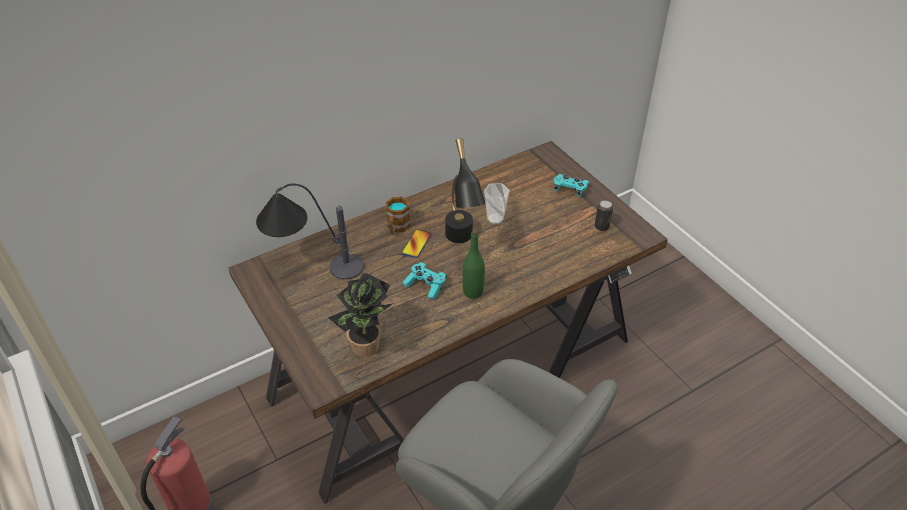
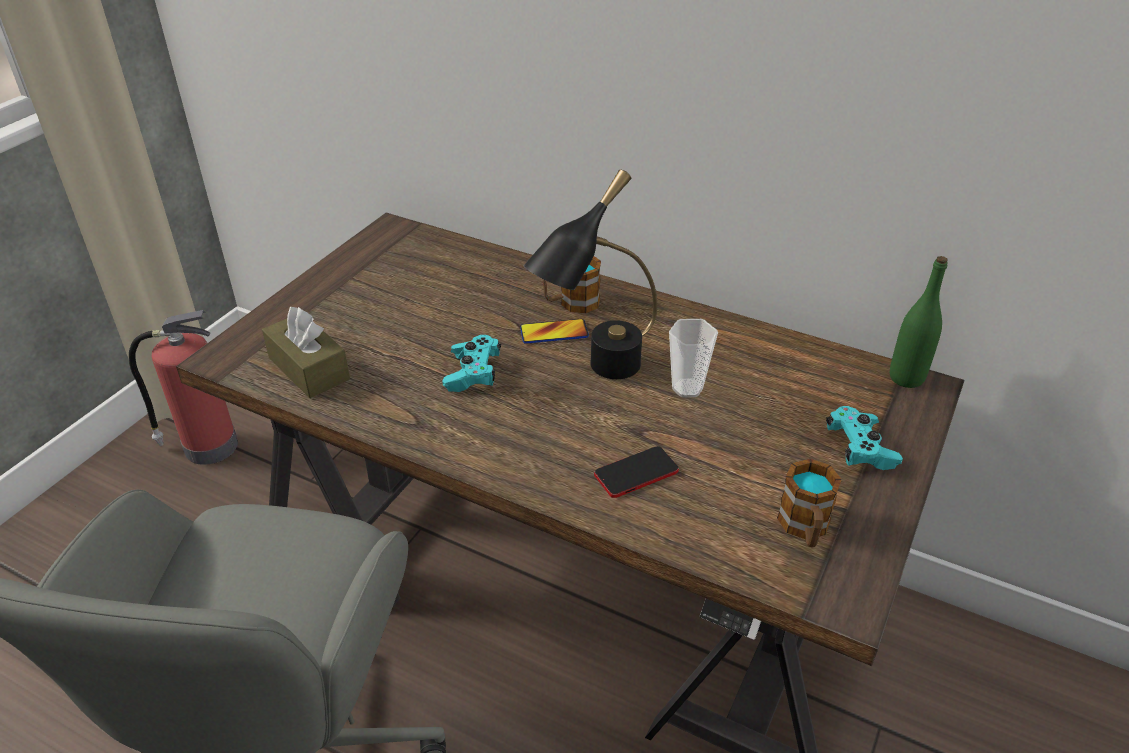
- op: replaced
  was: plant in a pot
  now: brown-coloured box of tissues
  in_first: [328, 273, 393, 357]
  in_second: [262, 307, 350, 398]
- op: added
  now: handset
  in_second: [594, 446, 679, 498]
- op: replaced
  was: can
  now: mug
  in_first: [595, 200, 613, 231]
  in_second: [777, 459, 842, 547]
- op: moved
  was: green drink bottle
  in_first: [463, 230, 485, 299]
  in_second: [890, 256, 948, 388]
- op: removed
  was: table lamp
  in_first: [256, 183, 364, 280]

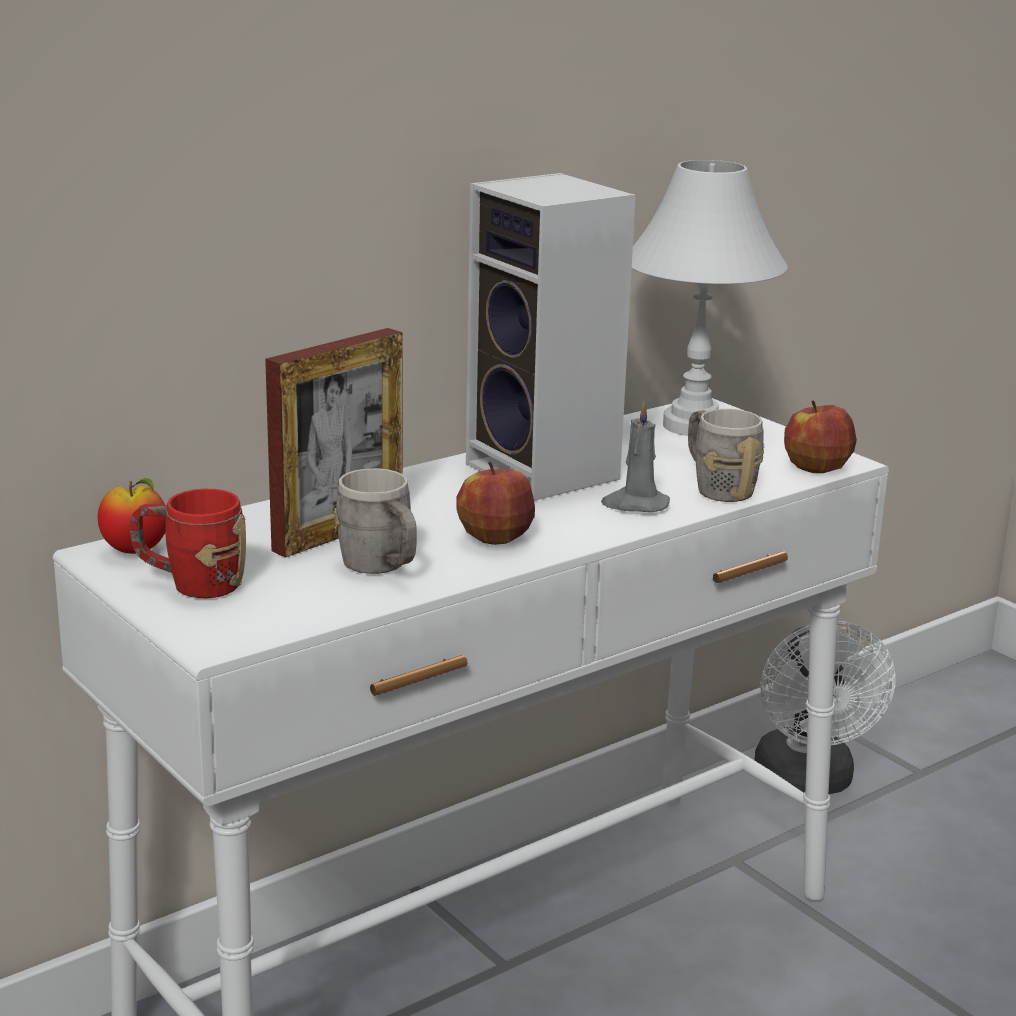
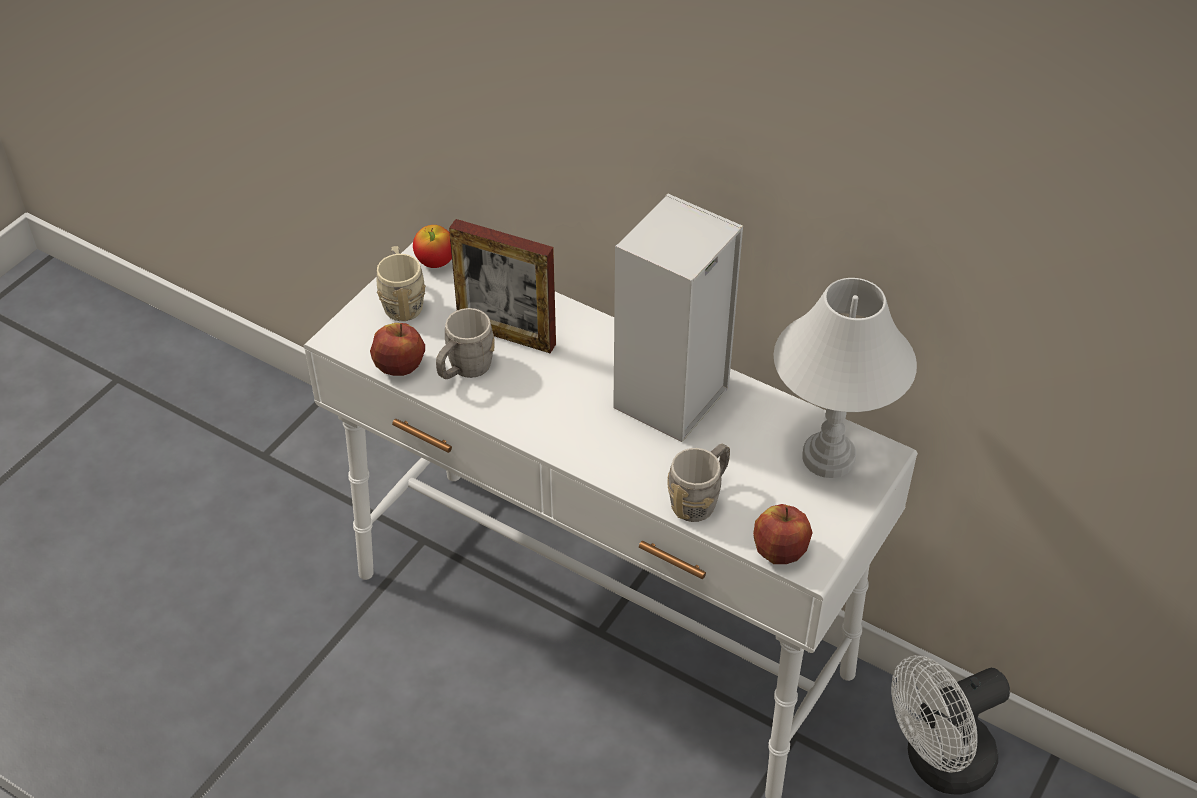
- op: moved
  was: whole apple
  in_first: [456, 462, 535, 545]
  in_second: [370, 323, 425, 376]
- op: recoloured
  was: reddish mug
  now: sand-coloured mug
  in_first: [130, 489, 246, 598]
  in_second: [376, 246, 426, 321]
- op: removed
  was: grey candle
  in_first: [601, 400, 670, 512]

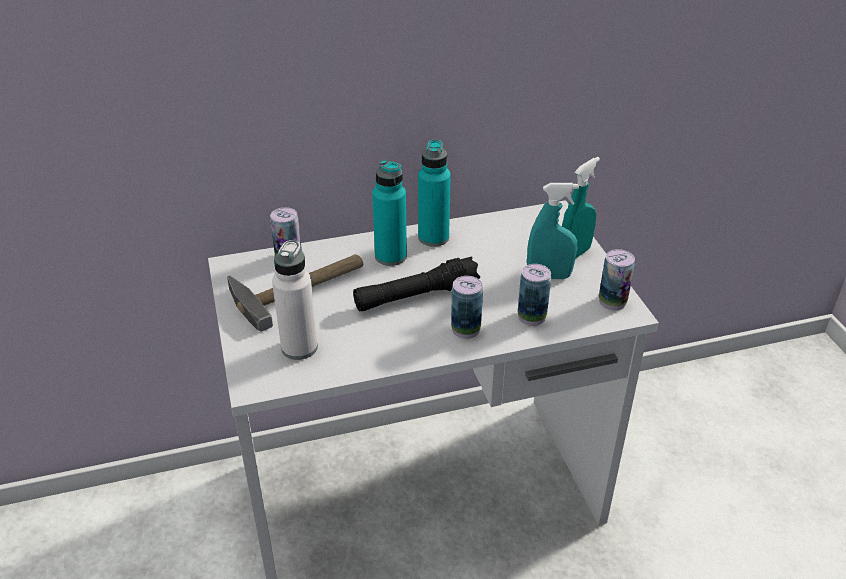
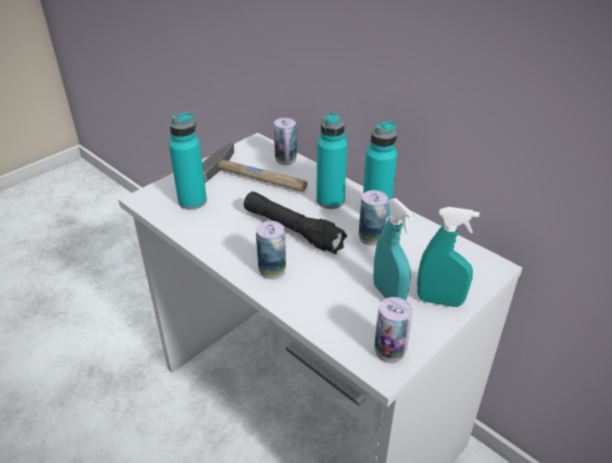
- op: recoloured
  was: whitish drink bottle
  now: blue-green drink bottle
  in_first: [272, 240, 318, 360]
  in_second: [169, 112, 207, 210]
- op: moved
  was: can
  in_first: [518, 264, 551, 326]
  in_second: [359, 190, 388, 246]

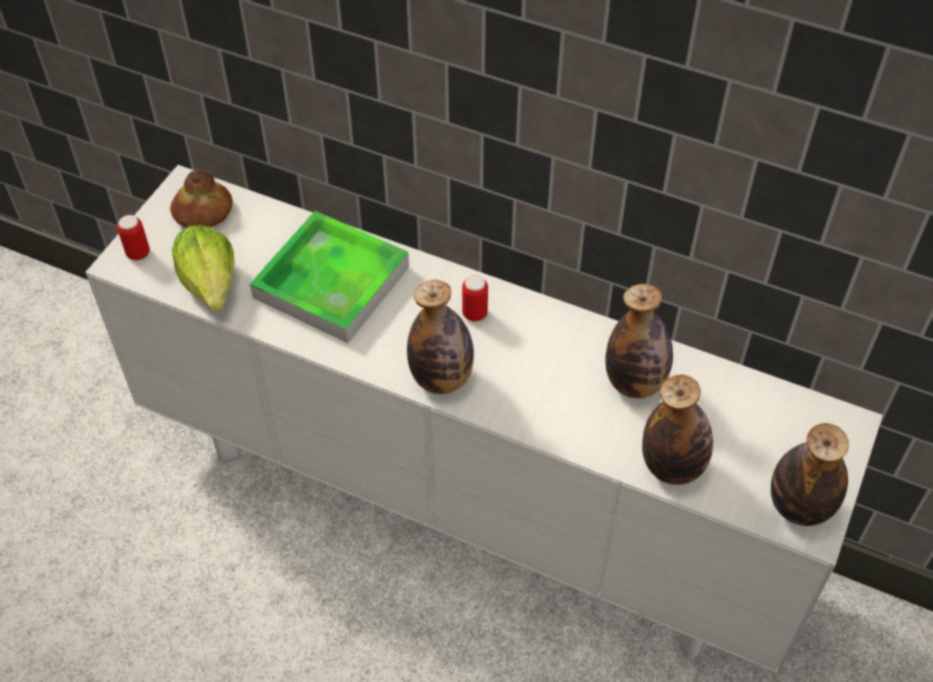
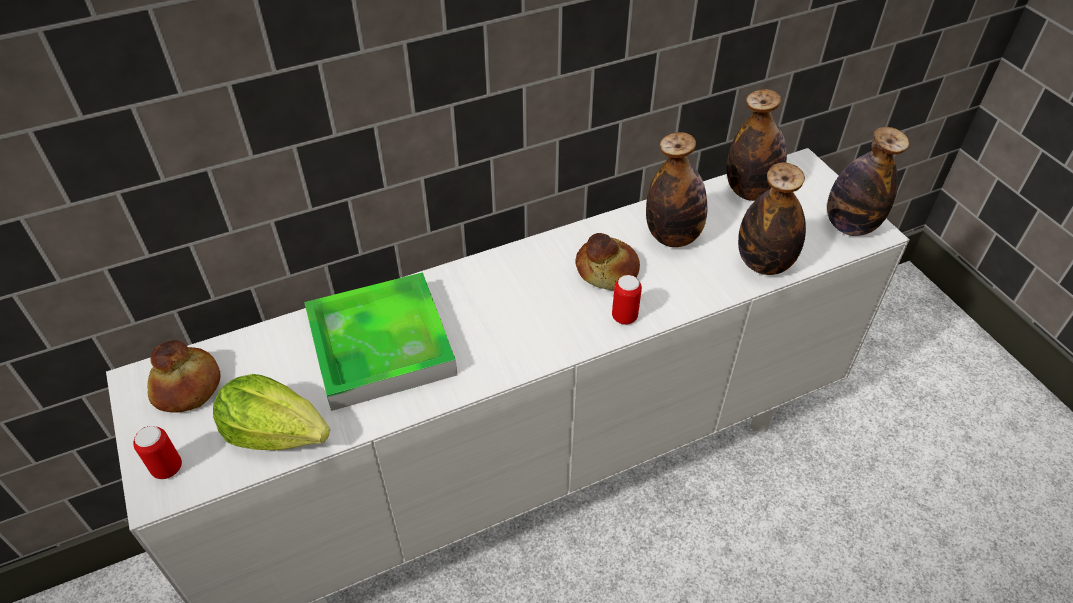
- op: added
  now: bread
  in_second: [575, 233, 640, 291]
- op: moved
  was: can
  in_first: [462, 275, 488, 322]
  in_second: [612, 275, 642, 325]
- op: moved
  was: drink bottle
  in_first: [407, 280, 474, 394]
  in_second: [727, 89, 787, 201]

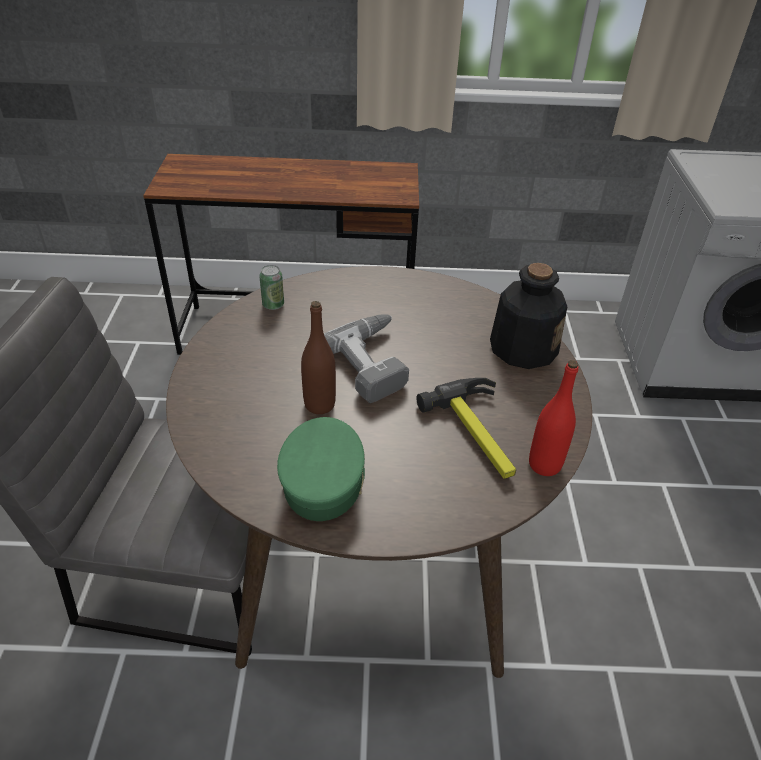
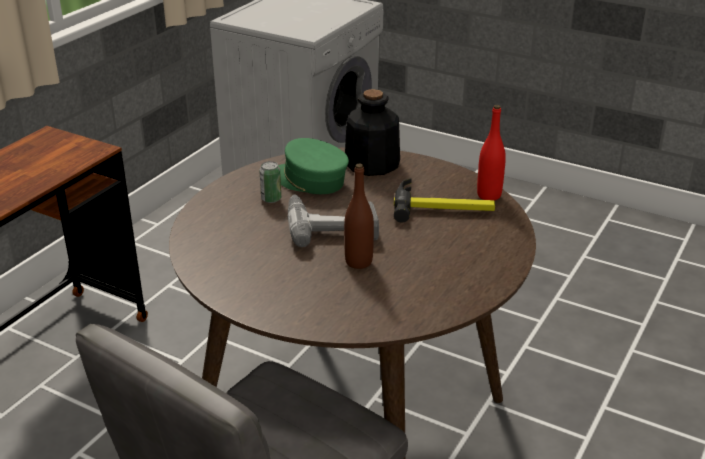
- op: moved
  was: can
  in_first: [259, 265, 284, 310]
  in_second: [259, 161, 281, 203]
- op: moved
  was: green peaked cap
  in_first: [277, 417, 365, 521]
  in_second: [278, 138, 349, 194]

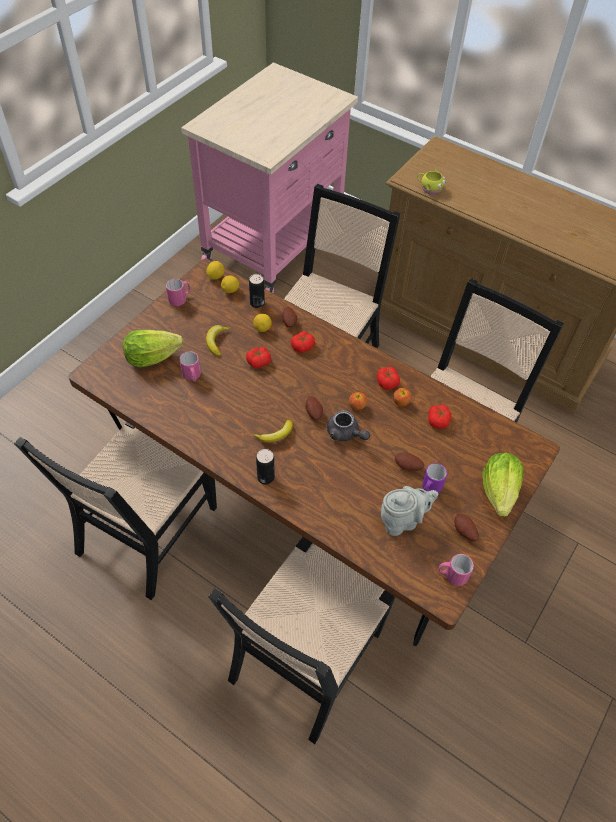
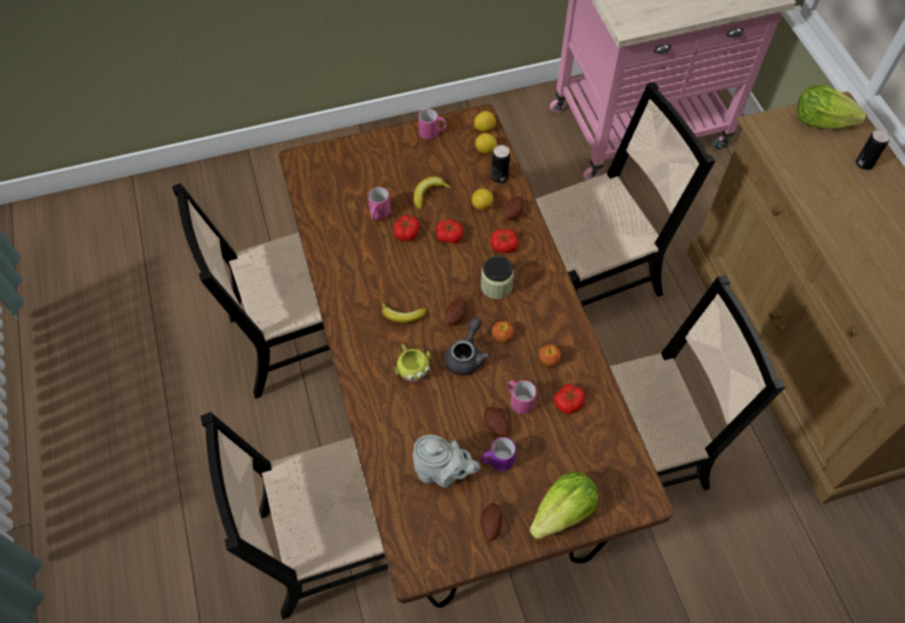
- op: moved
  was: whole tomato
  in_first: [377, 367, 400, 390]
  in_second: [393, 215, 420, 241]
- op: moved
  was: yellow-coloured mug
  in_first: [417, 169, 446, 194]
  in_second: [394, 344, 431, 382]
- op: turned
  was: grey pot for tea
  in_first: [327, 410, 370, 441]
  in_second: [444, 318, 491, 376]
  clockwise: -150
- op: added
  now: storage jar
  in_second: [481, 256, 514, 299]
- op: moved
  was: pink mug
  in_first: [439, 554, 474, 586]
  in_second: [507, 380, 537, 414]
- op: moved
  was: lettuce
  in_first: [123, 330, 183, 368]
  in_second: [797, 84, 867, 129]
- op: moved
  was: can
  in_first: [256, 449, 275, 485]
  in_second: [856, 129, 890, 170]

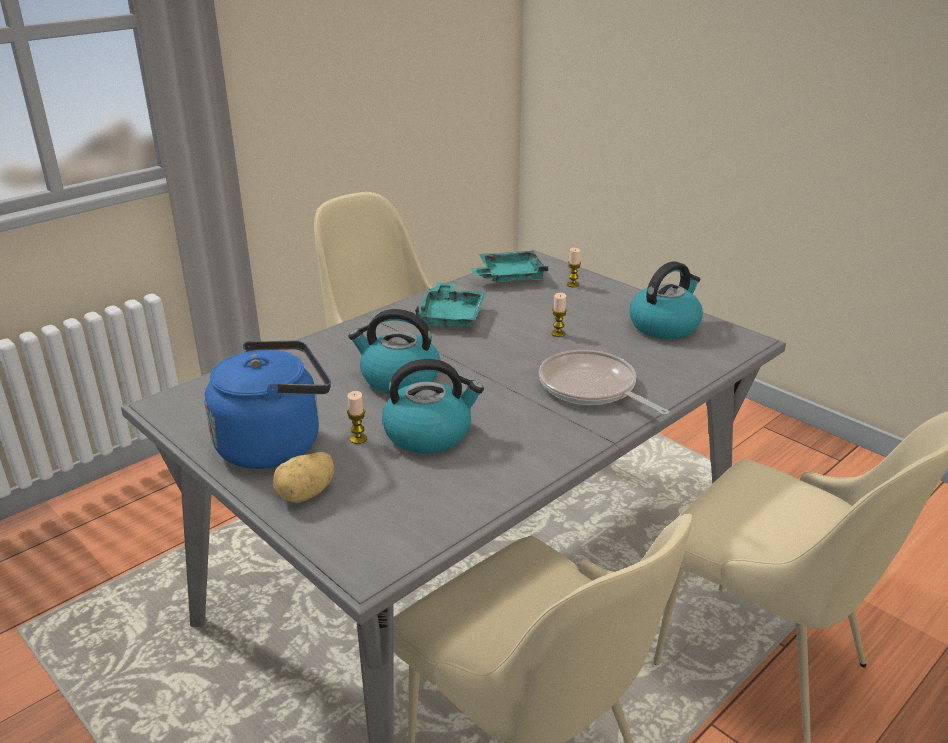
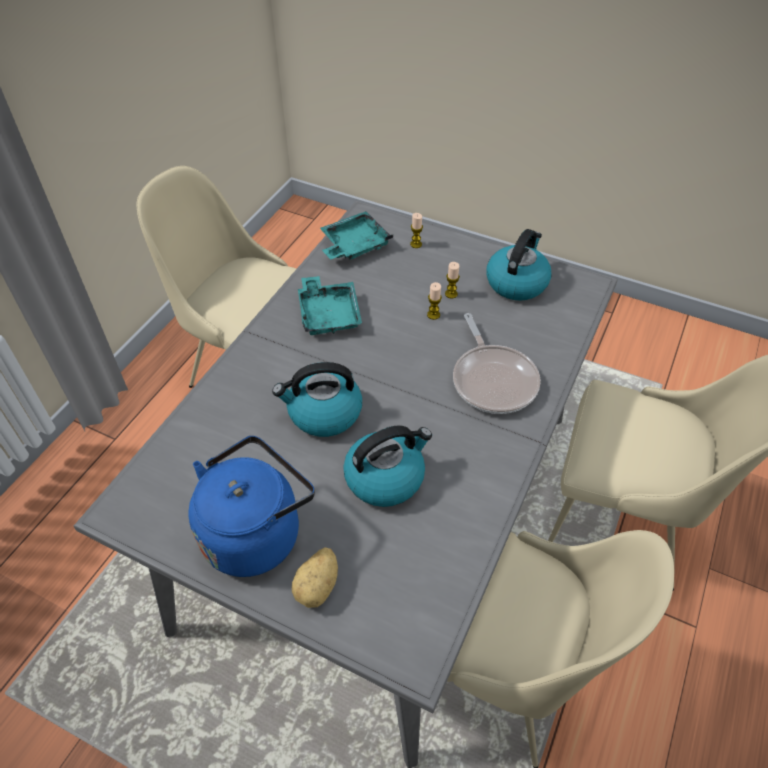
- op: moved
  was: candle
  in_first: [347, 391, 367, 444]
  in_second: [445, 262, 460, 299]
- op: turned
  was: frying pan
  in_first: [539, 350, 669, 415]
  in_second: [453, 313, 541, 414]
  clockwise: -135

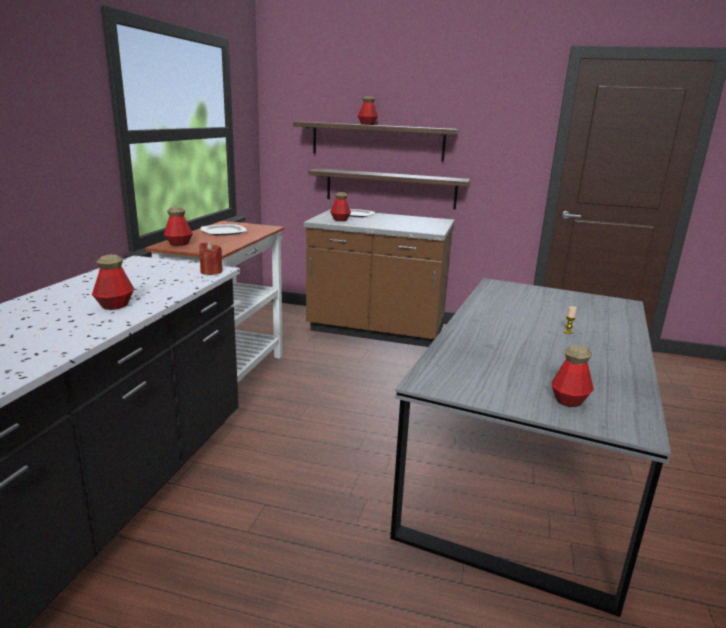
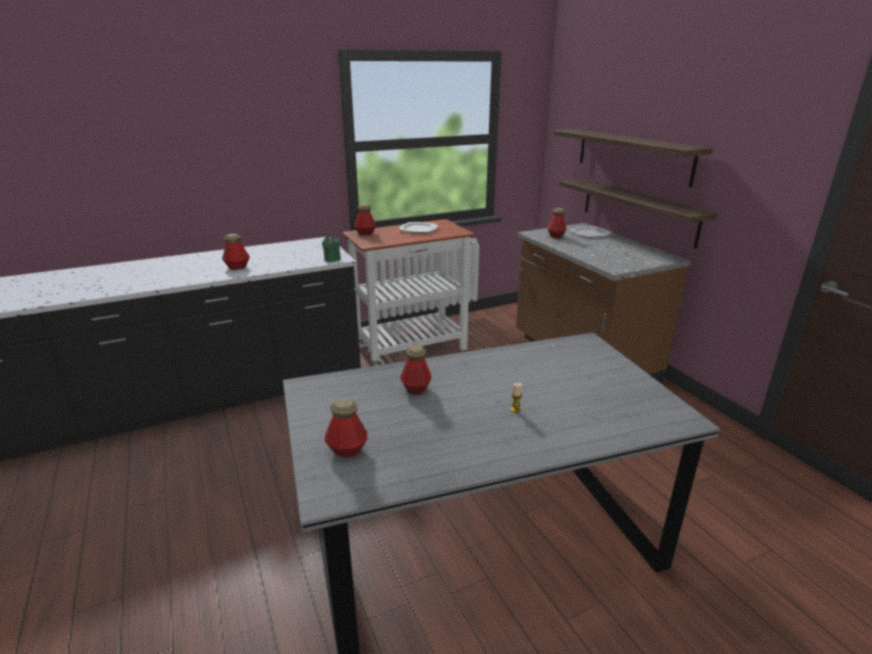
- op: recoloured
  was: reddish candle
  now: green candle
  in_first: [199, 242, 223, 275]
  in_second: [322, 236, 341, 262]
- op: moved
  was: drink bottle
  in_first: [358, 96, 378, 125]
  in_second: [400, 344, 432, 395]

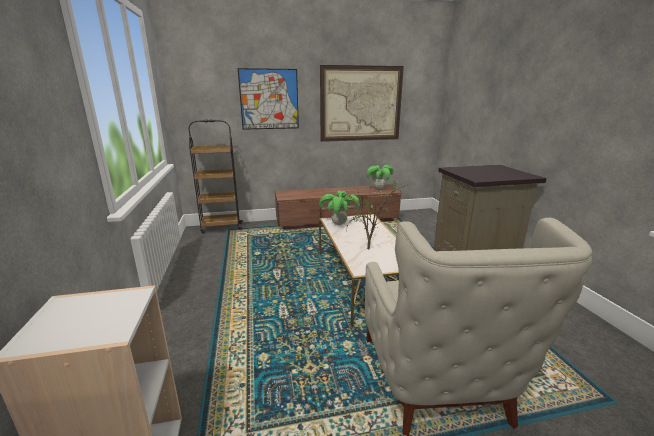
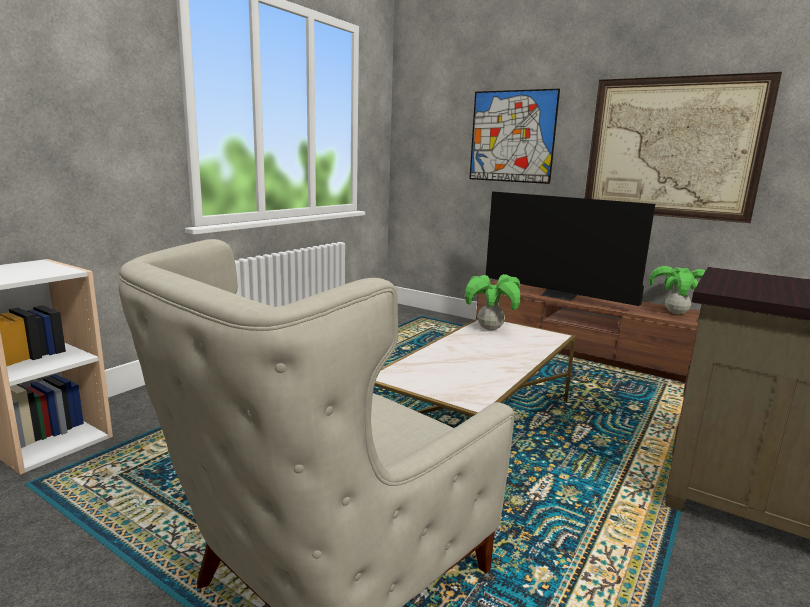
- op: added
  now: TV set
  in_second: [486, 191, 655, 306]
- op: removed
  was: brown-coloured wheeled cart
  in_first: [189, 119, 244, 234]
- op: removed
  was: plant in a pot
  in_first: [340, 181, 408, 250]

